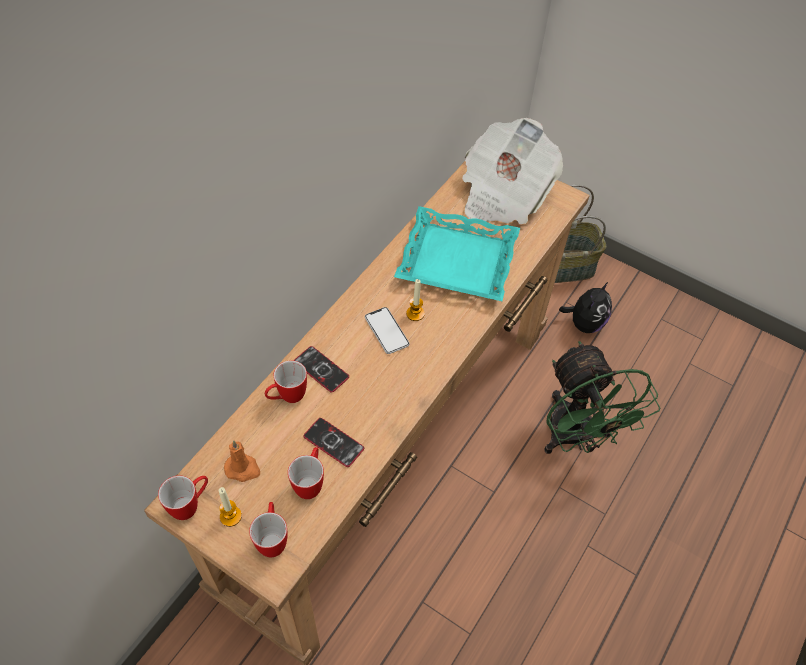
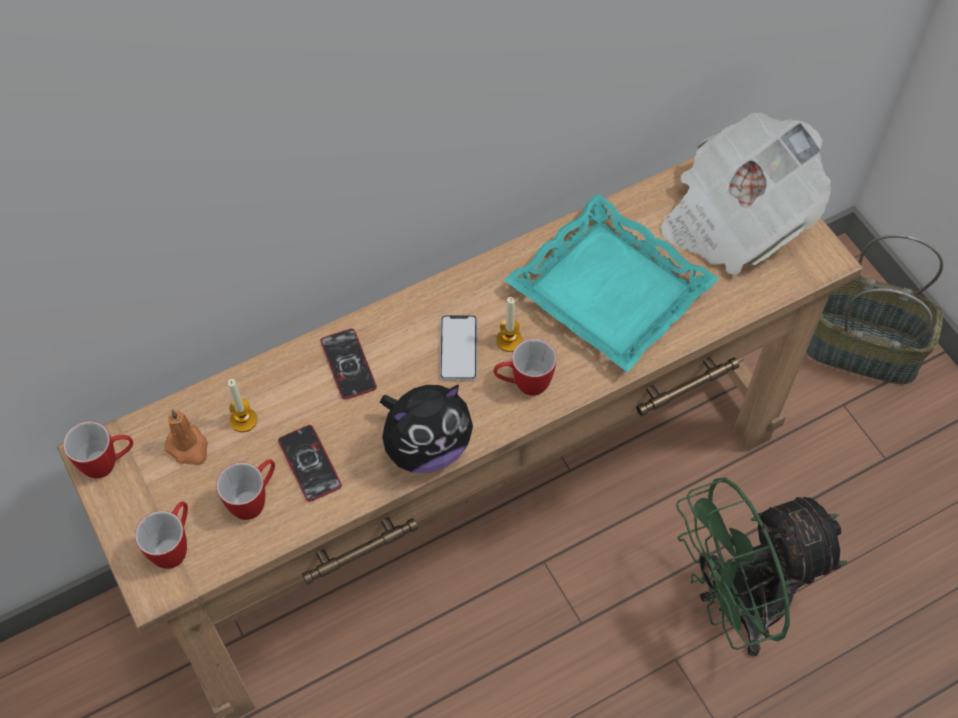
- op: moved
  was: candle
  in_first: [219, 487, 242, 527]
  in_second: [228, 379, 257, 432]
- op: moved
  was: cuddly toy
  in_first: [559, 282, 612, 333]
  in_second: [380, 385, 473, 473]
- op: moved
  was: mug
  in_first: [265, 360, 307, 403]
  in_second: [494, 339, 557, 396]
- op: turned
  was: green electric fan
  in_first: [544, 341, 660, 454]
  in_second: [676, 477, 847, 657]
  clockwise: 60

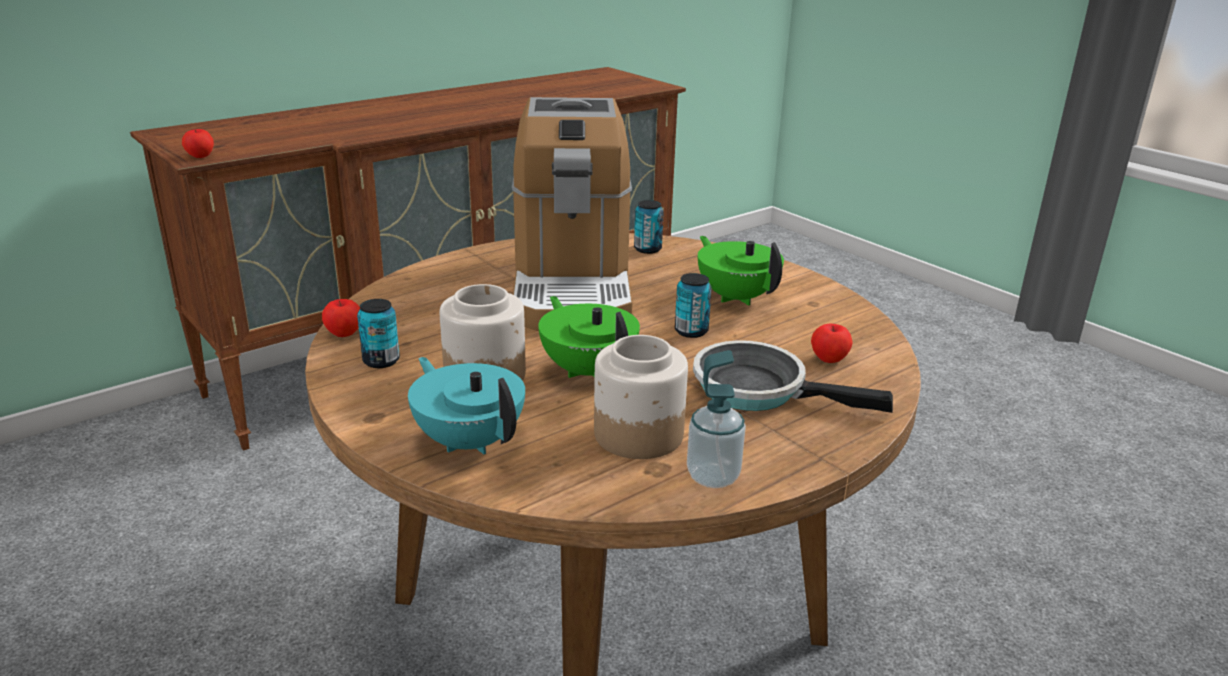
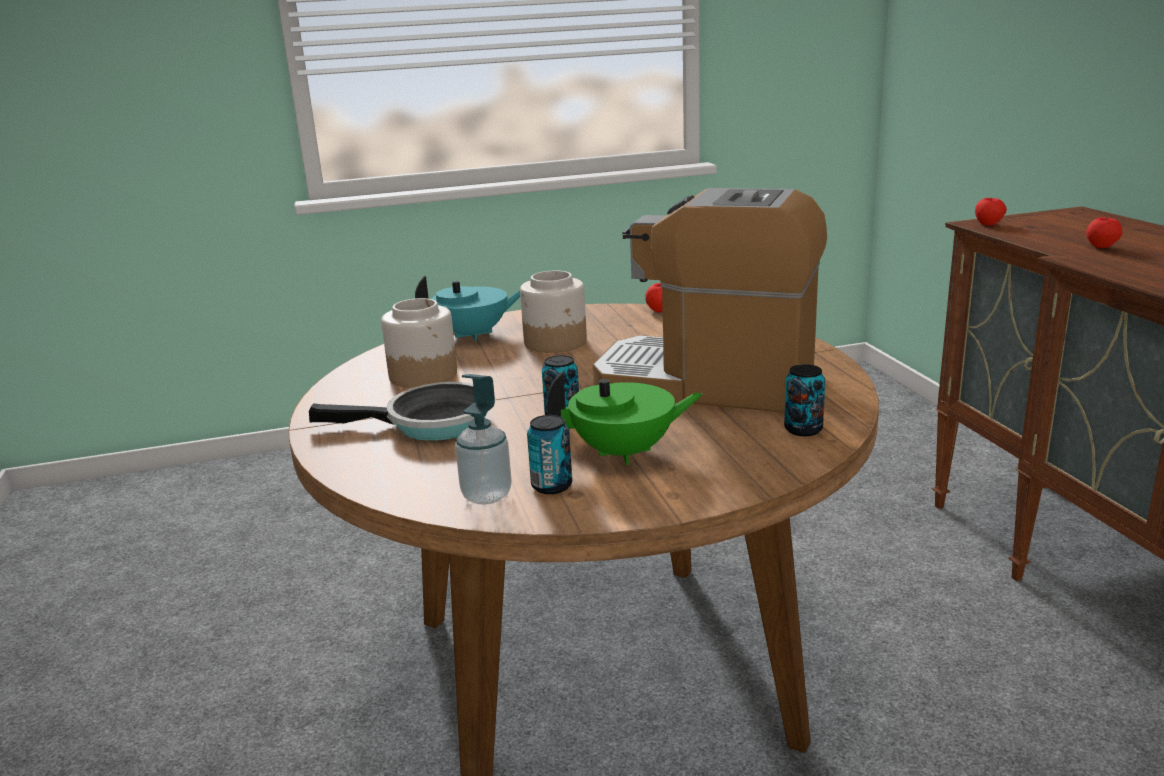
- op: turned
  was: frying pan
  in_first: [693, 340, 893, 413]
  in_second: [309, 382, 487, 441]
  clockwise: 45
- op: moved
  was: liquid soap bottle
  in_first: [687, 350, 746, 488]
  in_second: [455, 374, 512, 505]
- op: moved
  was: can
  in_first: [357, 299, 400, 368]
  in_second: [527, 415, 572, 494]
- op: moved
  was: whole apple
  in_first: [811, 323, 853, 363]
  in_second: [1086, 217, 1122, 248]
- op: removed
  was: green pot for tea
  in_first: [538, 296, 640, 378]

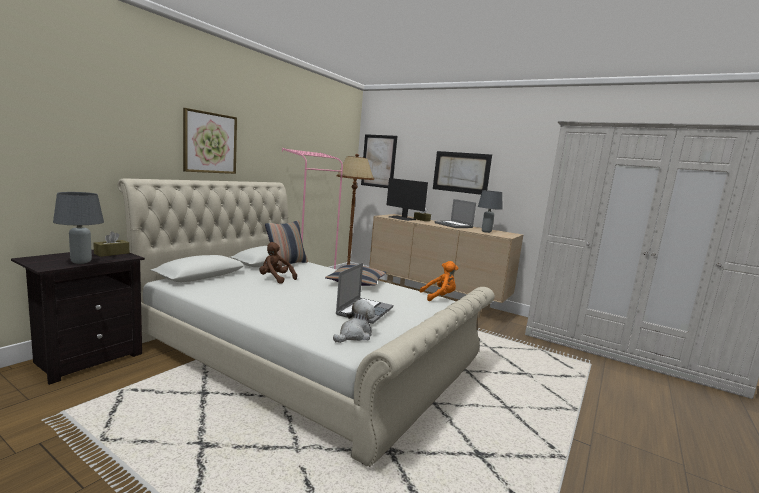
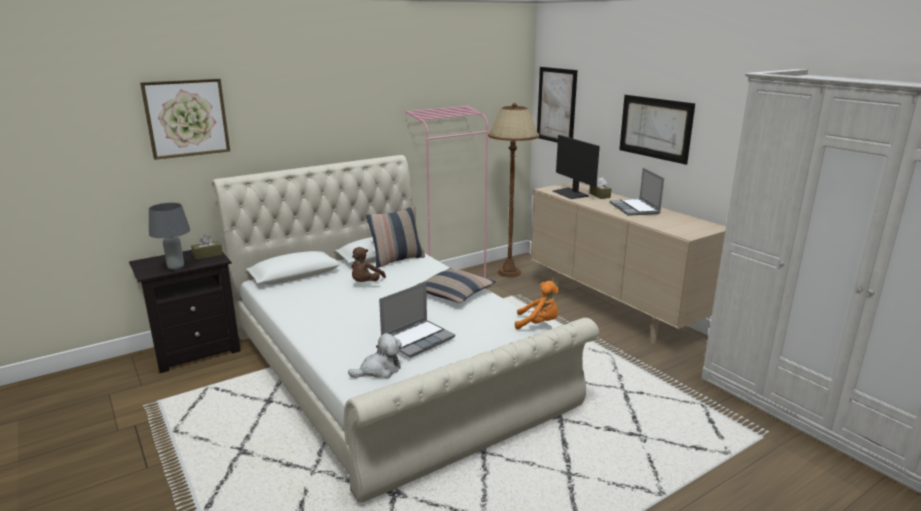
- op: moved
  was: picture
  in_first: [183, 108, 237, 174]
  in_second: [140, 79, 230, 160]
- op: turned
  was: brown-coloured cuddly toy
  in_first: [259, 242, 297, 284]
  in_second: [351, 247, 386, 282]
  clockwise: -120
- op: removed
  was: grey table lamp
  in_first: [478, 190, 502, 233]

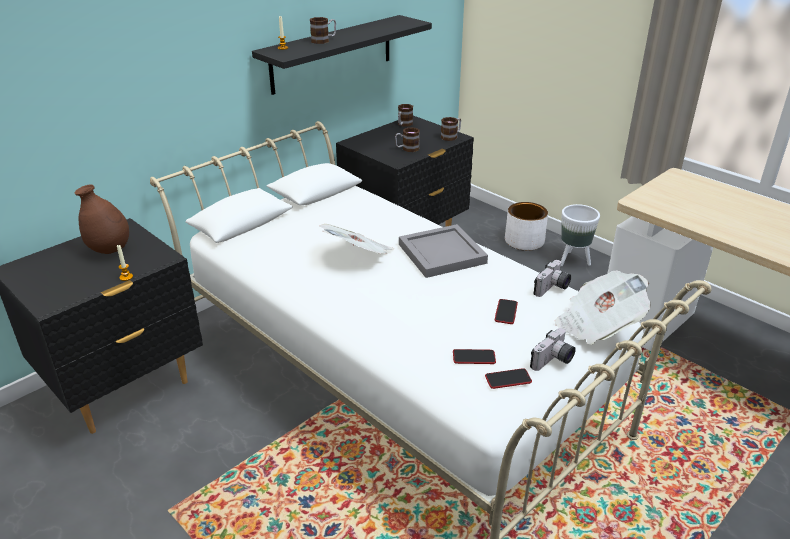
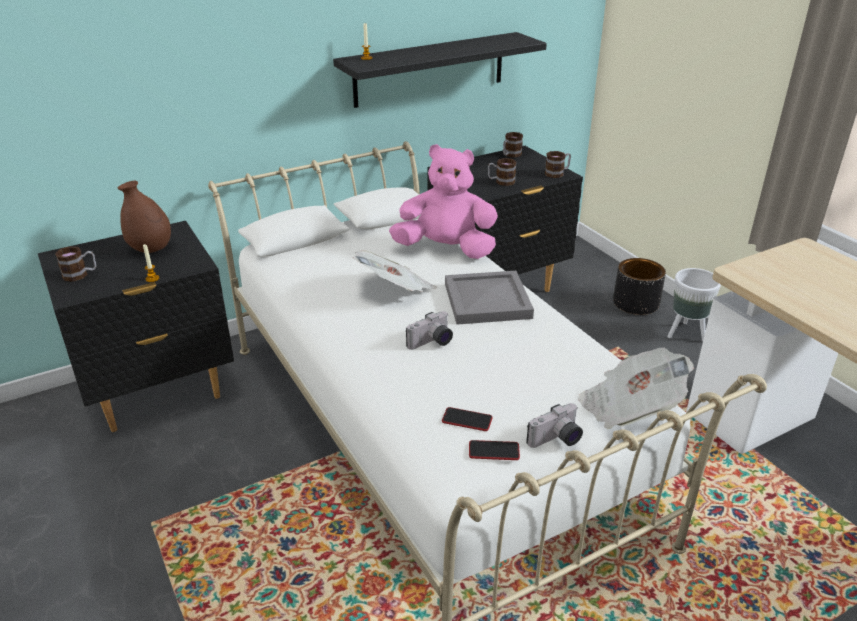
- op: moved
  was: mug
  in_first: [310, 17, 336, 44]
  in_second: [55, 246, 96, 282]
- op: added
  now: pink cuddly toy
  in_second: [389, 144, 498, 259]
- op: moved
  was: photo camera
  in_first: [533, 260, 571, 297]
  in_second: [406, 311, 453, 350]
- op: recoloured
  was: whitish flower pot
  now: black-coloured flower pot
  in_first: [505, 202, 548, 251]
  in_second: [613, 258, 666, 315]
- op: removed
  was: handset
  in_first: [495, 299, 518, 324]

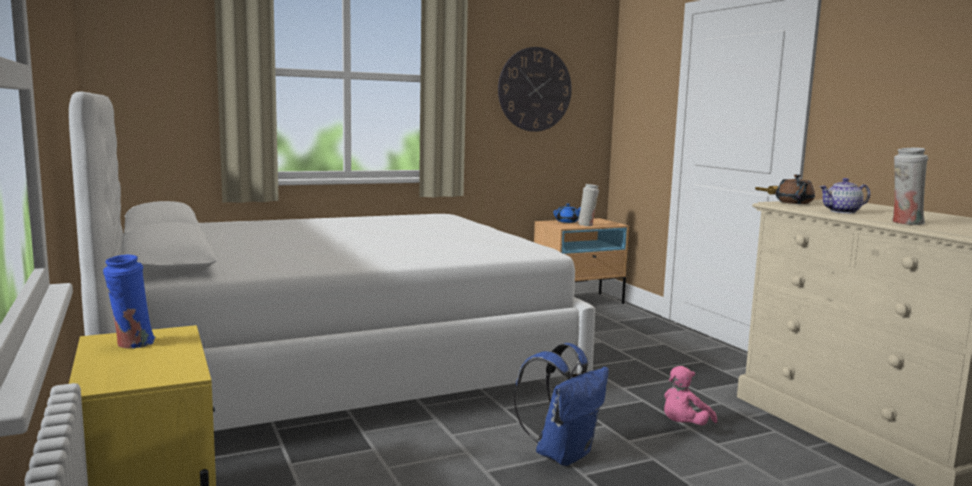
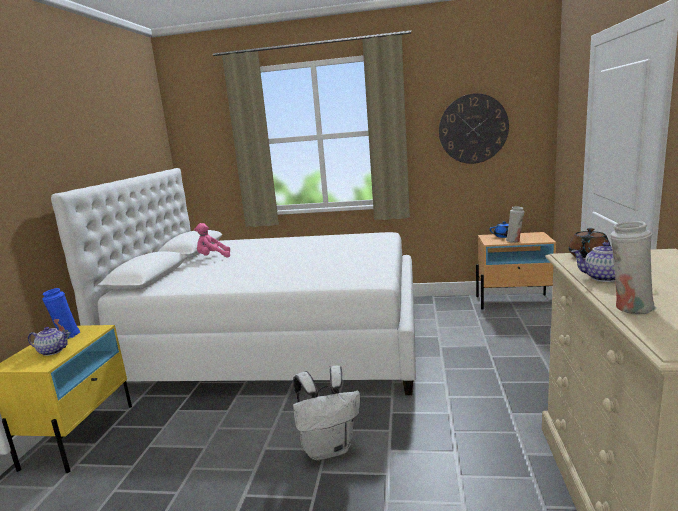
- op: added
  now: pot for tea
  in_second: [28, 327, 69, 356]
- op: moved
  was: pink cuddly toy
  in_first: [664, 366, 717, 425]
  in_second: [194, 223, 230, 258]
- op: recoloured
  was: blue rucksack
  now: whitish rucksack
  in_first: [514, 343, 609, 466]
  in_second: [293, 366, 360, 460]

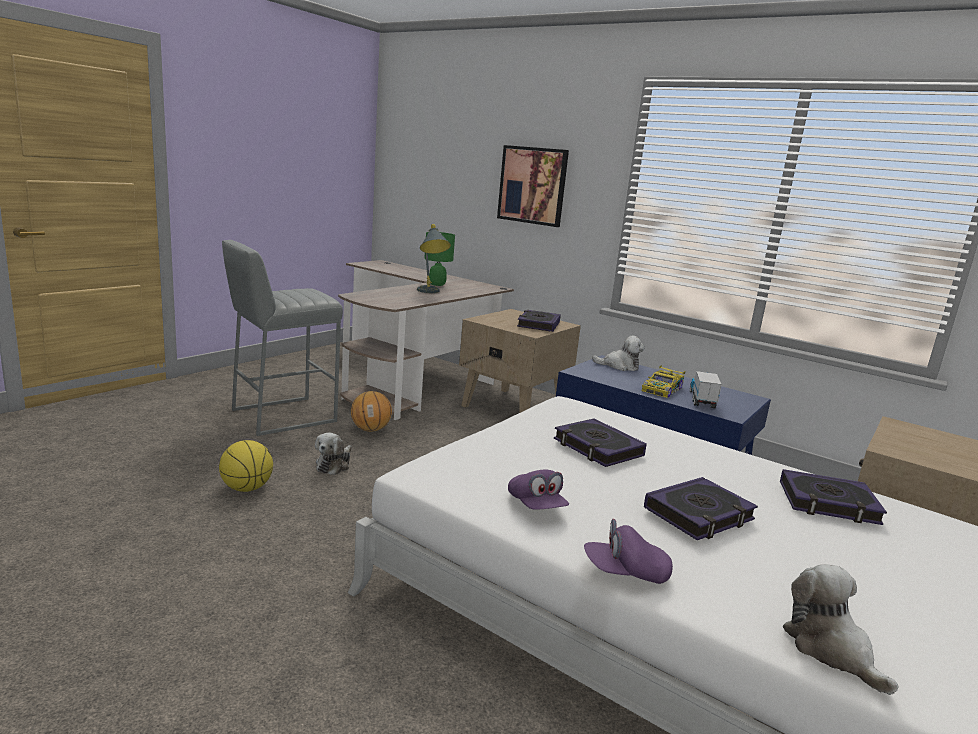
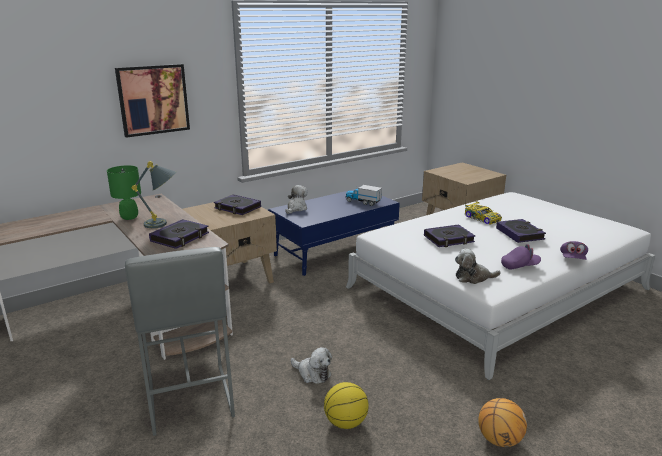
- op: moved
  was: bound book
  in_first: [780, 469, 887, 525]
  in_second: [149, 219, 209, 249]
- op: moved
  was: cuddly toy
  in_first: [783, 564, 899, 695]
  in_second: [455, 249, 501, 284]
- op: moved
  was: miniature car
  in_first: [642, 365, 685, 398]
  in_second: [465, 201, 502, 224]
- op: moved
  was: ball for basketball
  in_first: [351, 391, 392, 432]
  in_second: [478, 398, 527, 447]

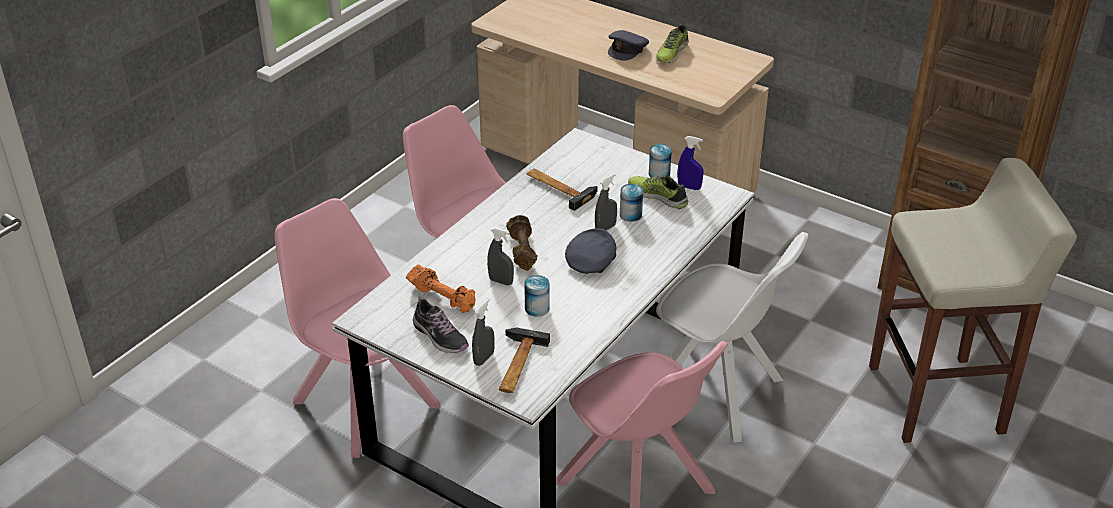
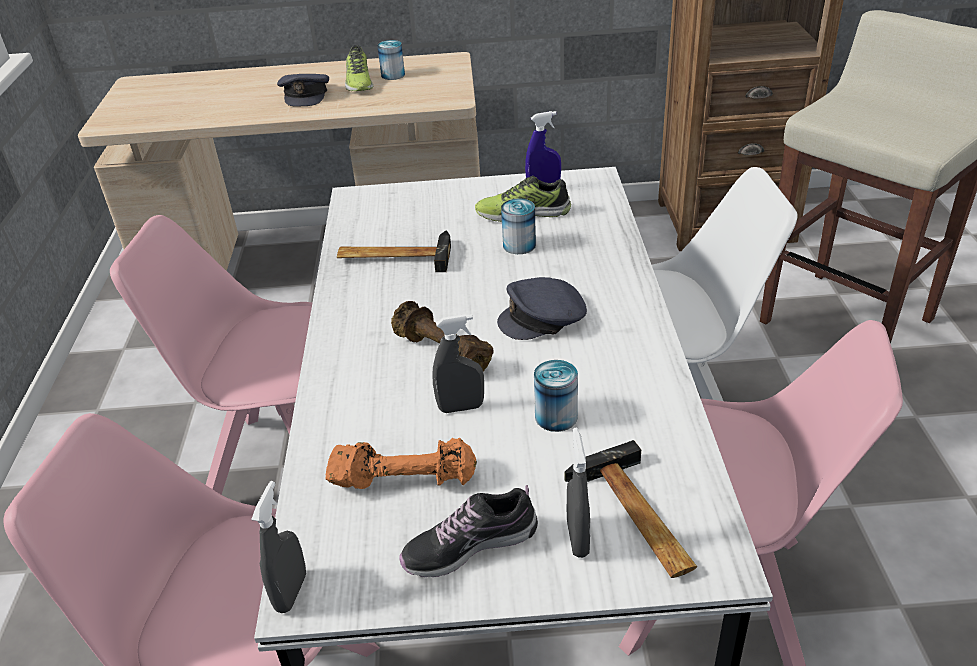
- op: moved
  was: grey hand sprayer
  in_first: [595, 173, 617, 230]
  in_second: [251, 481, 306, 613]
- op: moved
  was: can
  in_first: [649, 144, 672, 178]
  in_second: [377, 40, 405, 80]
- op: turned
  was: shoe
  in_first: [413, 296, 469, 353]
  in_second: [399, 485, 538, 577]
  clockwise: 150
- op: turned
  was: grey peaked cap
  in_first: [565, 228, 616, 274]
  in_second: [497, 277, 587, 340]
  clockwise: -105

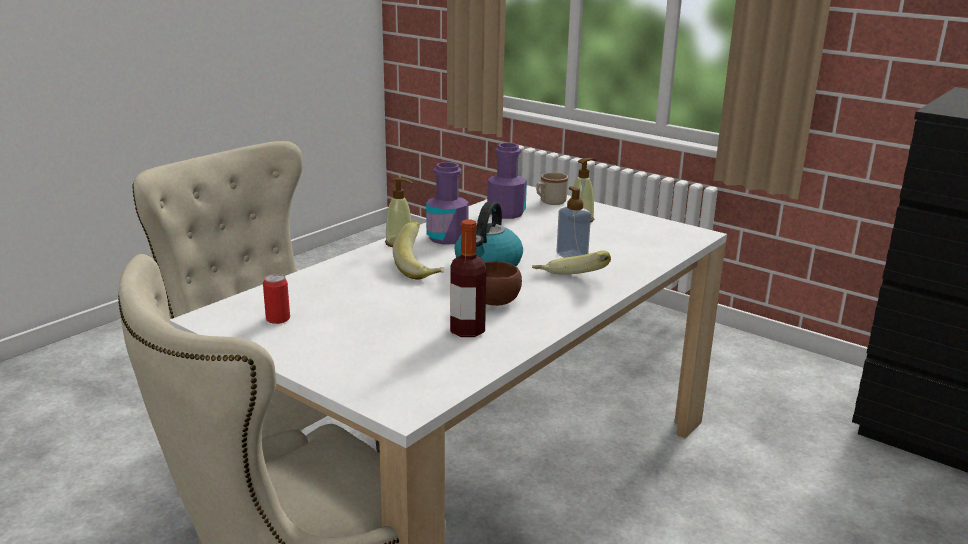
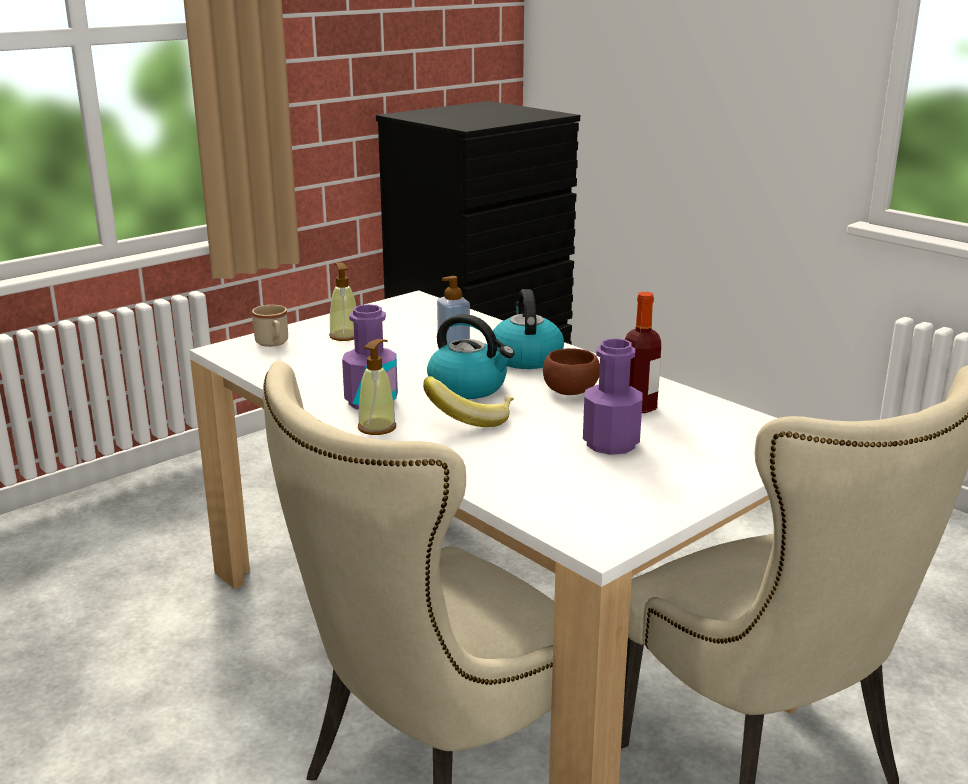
- op: replaced
  was: banana
  now: water kettle
  in_first: [532, 250, 611, 275]
  in_second: [493, 289, 564, 369]
- op: moved
  was: purple-coloured drink bottle
  in_first: [487, 143, 527, 219]
  in_second: [583, 338, 643, 455]
- op: removed
  was: can
  in_first: [263, 273, 290, 324]

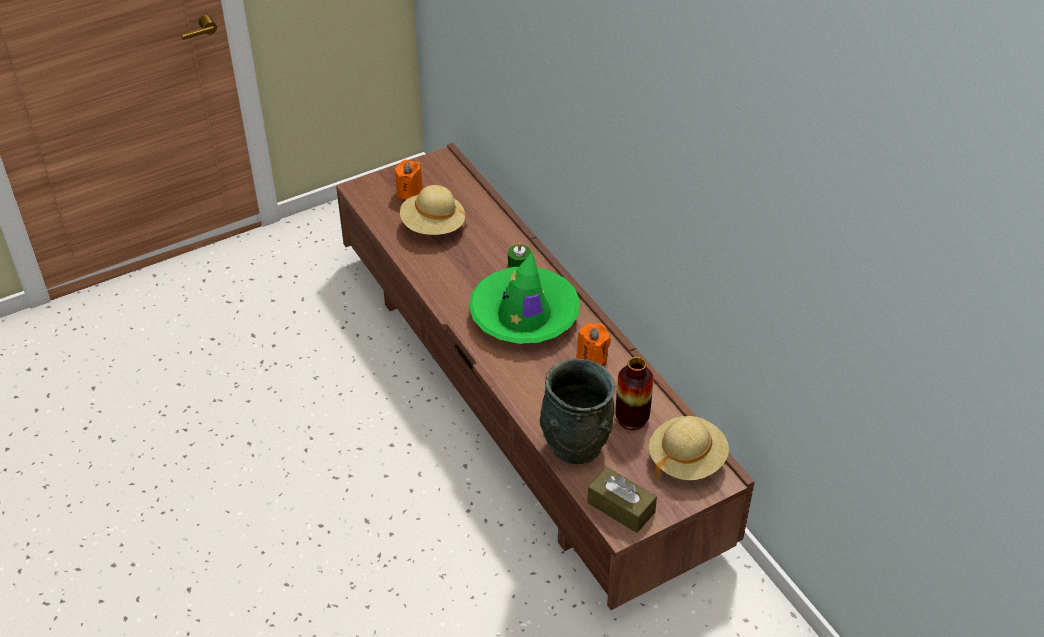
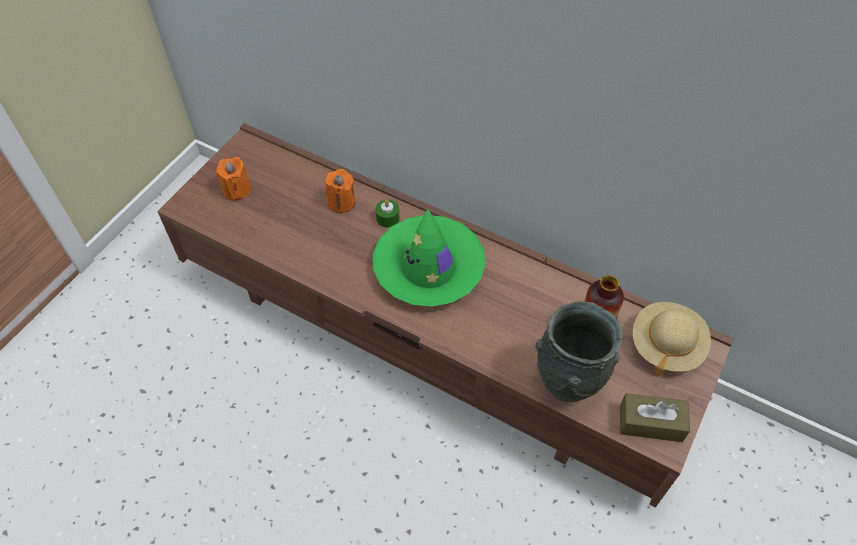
- op: moved
  was: orangey candle
  in_first: [576, 323, 611, 366]
  in_second: [324, 169, 355, 213]
- op: removed
  was: sand-coloured wearable hat
  in_first: [400, 185, 466, 235]

